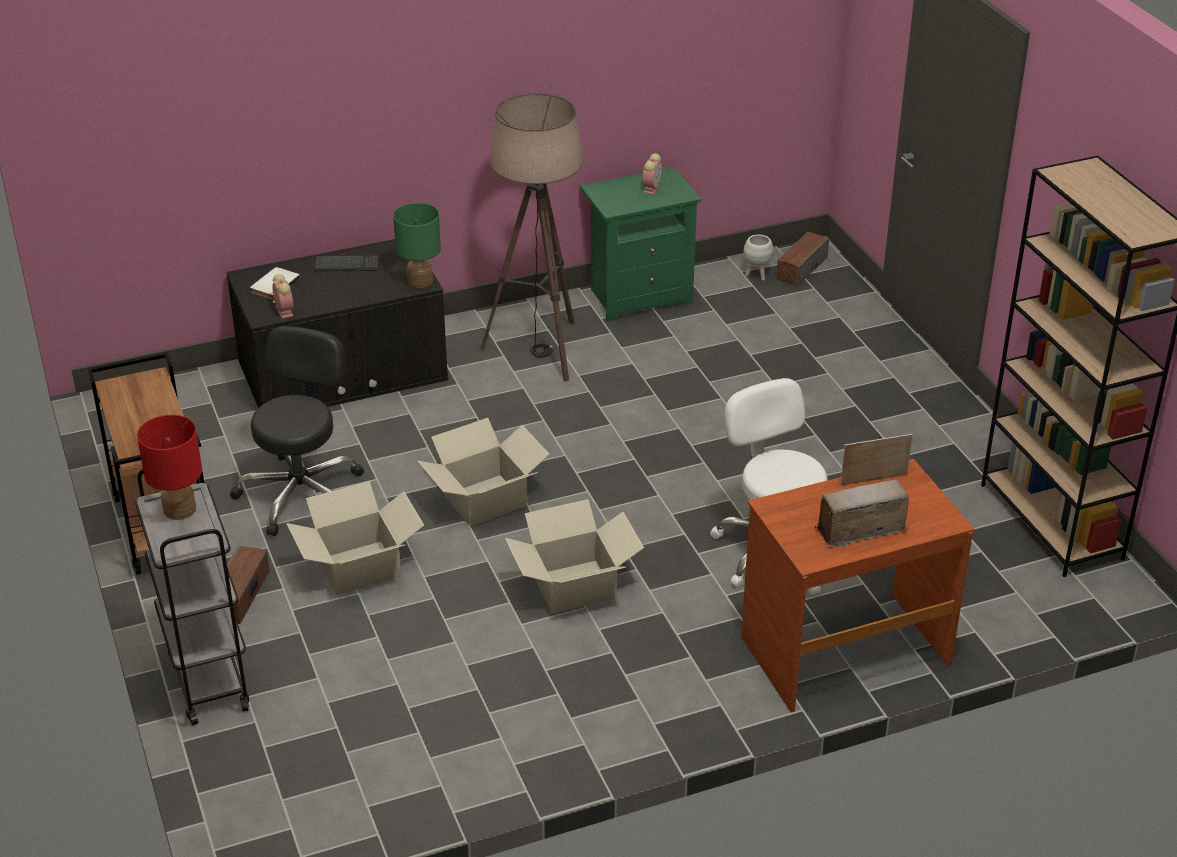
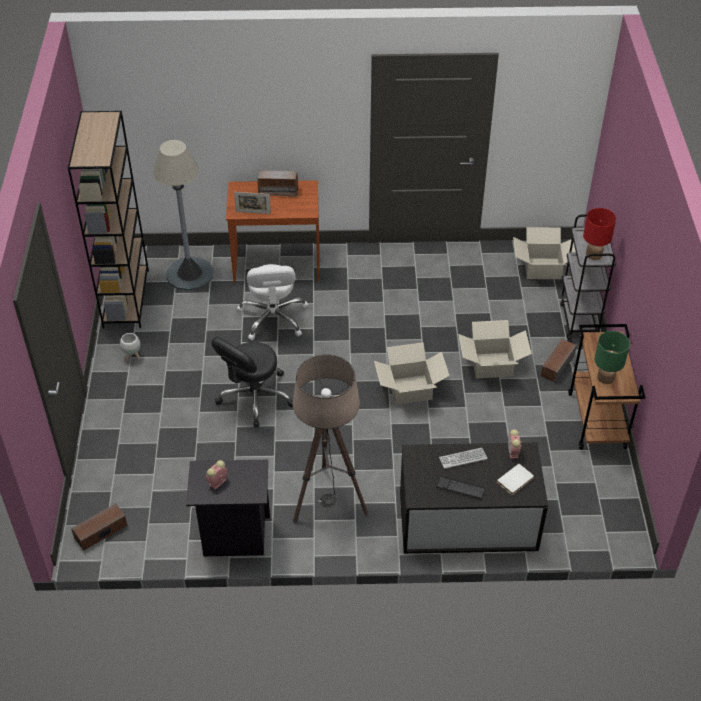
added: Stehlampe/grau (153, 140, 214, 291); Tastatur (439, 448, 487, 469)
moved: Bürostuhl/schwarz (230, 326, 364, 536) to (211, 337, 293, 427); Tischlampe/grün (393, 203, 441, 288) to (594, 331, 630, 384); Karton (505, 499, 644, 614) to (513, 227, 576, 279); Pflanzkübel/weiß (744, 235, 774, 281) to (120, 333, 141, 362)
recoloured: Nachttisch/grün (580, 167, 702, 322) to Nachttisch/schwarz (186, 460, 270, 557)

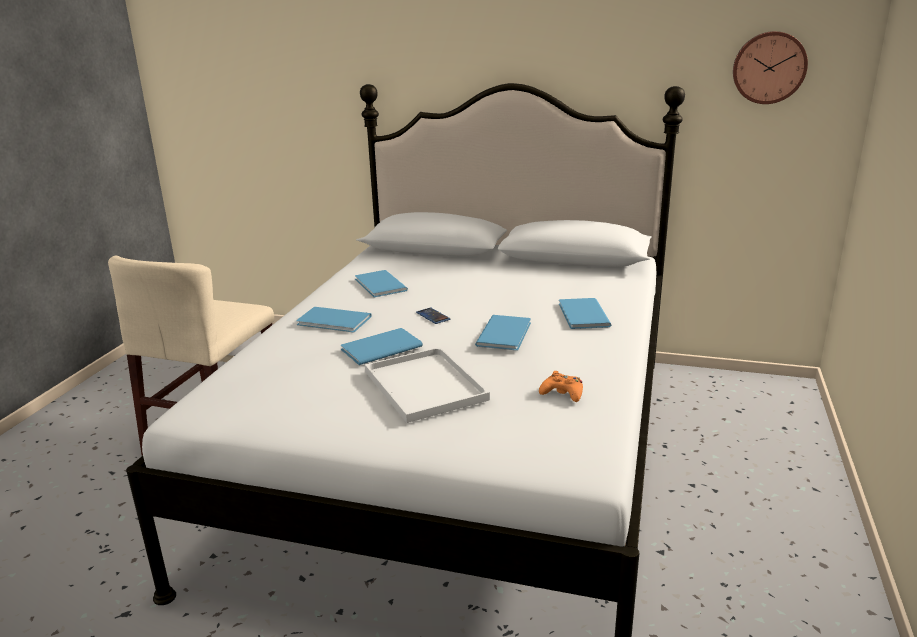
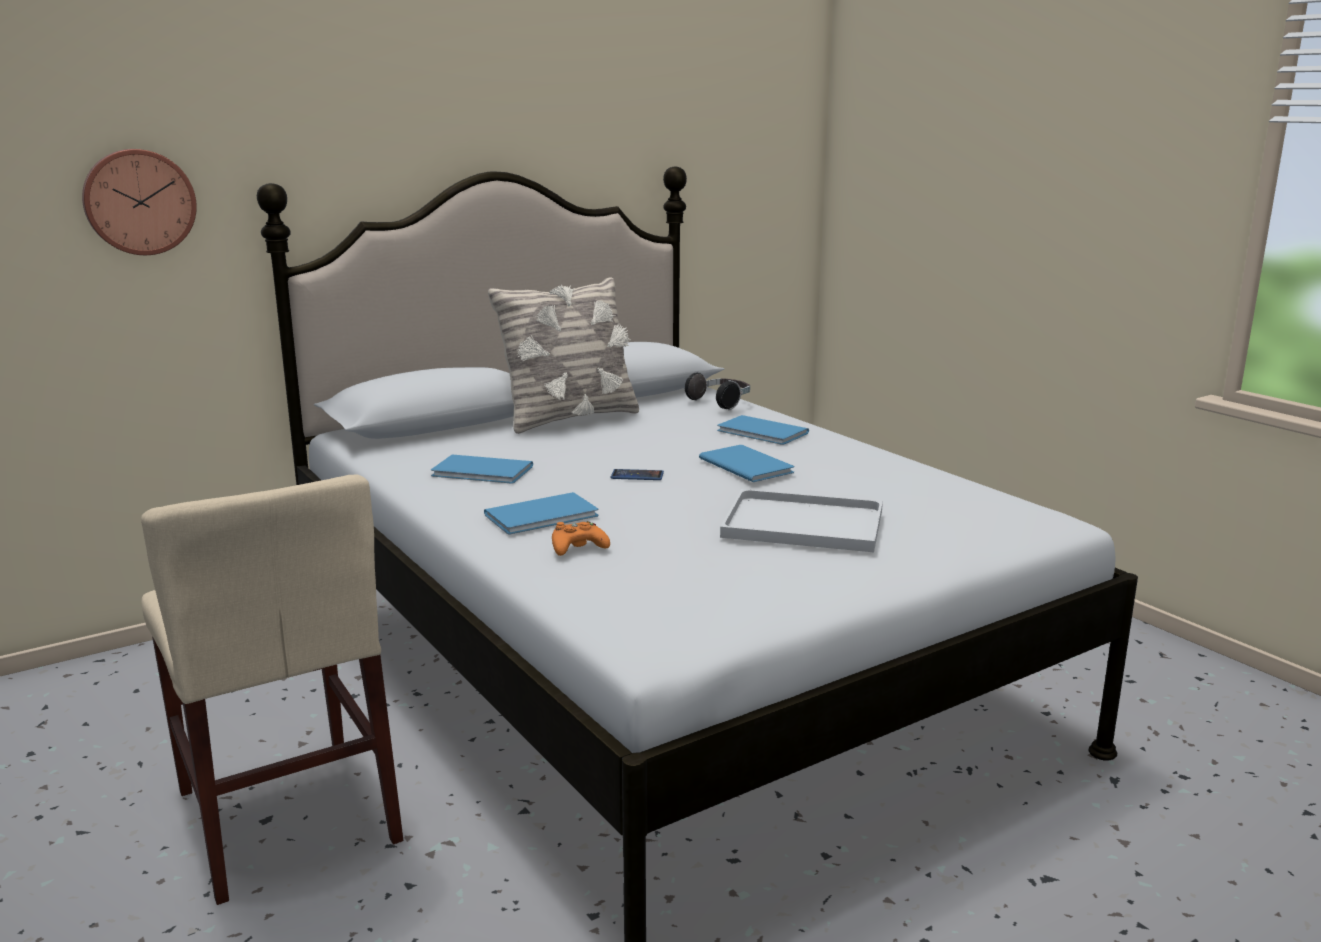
removed: Buch/blau (341, 328, 423, 365)
added: Kissen/beige (488, 277, 639, 434); Kopfhörer (685, 371, 750, 410)
moved: Gamepad/orange (539, 371, 583, 402) to (552, 521, 610, 556); Wanduhr (733, 31, 808, 104) to (82, 149, 197, 255)

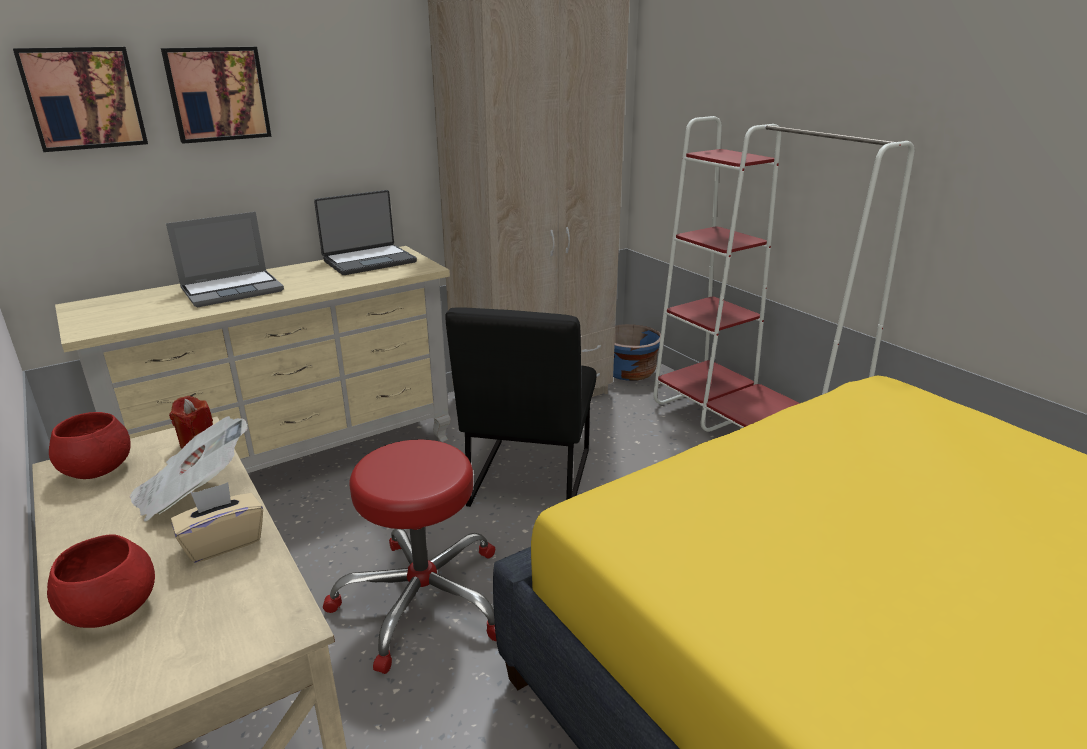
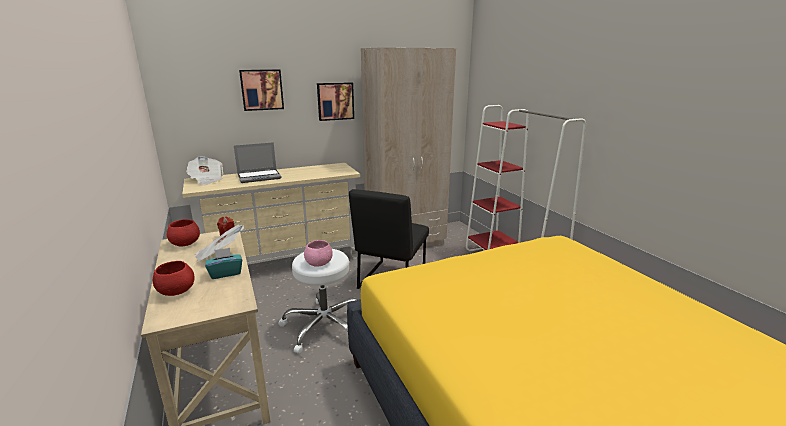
removed: Laptop (314, 190, 417, 275); Pflanzkübel/blau (613, 324, 661, 381)
added: Zeitung (186, 156, 223, 185); Schüssel/rosa (304, 240, 333, 266)
moved: Bild (13, 47, 148, 152) to (317, 82, 354, 121)
recoloured: Taschentuchbox/beige (171, 482, 263, 563) to Taschentuchbox/türkis (205, 248, 242, 279); Hocker/rot (323, 439, 496, 674) to Hocker/weiß (278, 249, 357, 354)

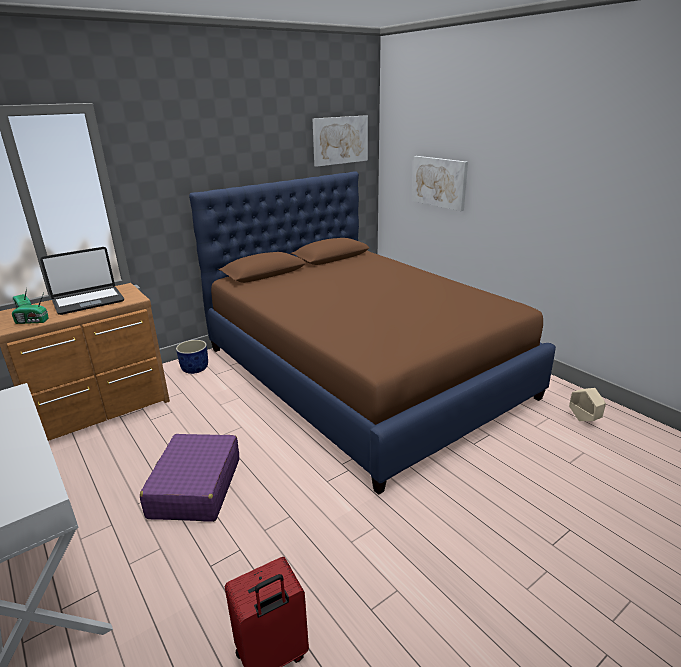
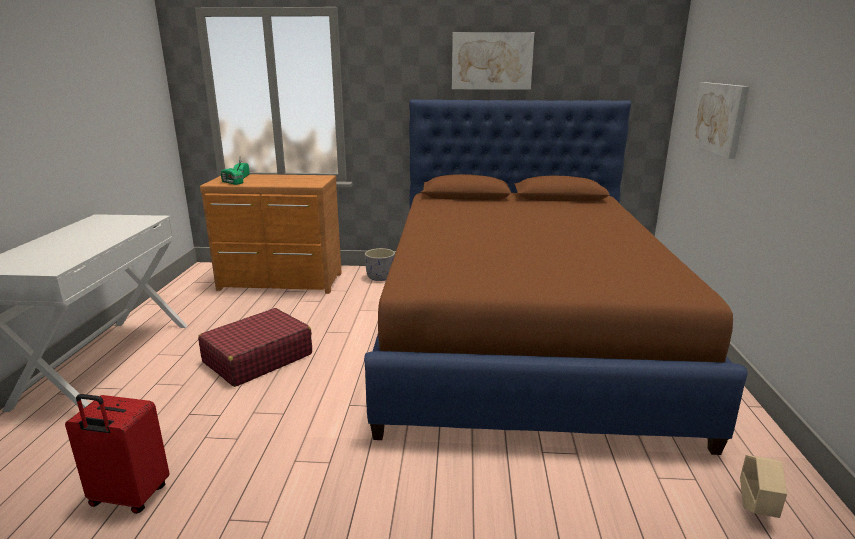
removed: Laptop (40, 247, 124, 315)
moved: Bild (312, 115, 368, 167) to (452, 32, 535, 90)
recoloured: Koffer/lila (140, 434, 239, 522) to Koffer/rot (198, 308, 312, 387); Pflanzkübel/blau (176, 340, 208, 374) to Pflanzkübel/grau (365, 248, 395, 281)

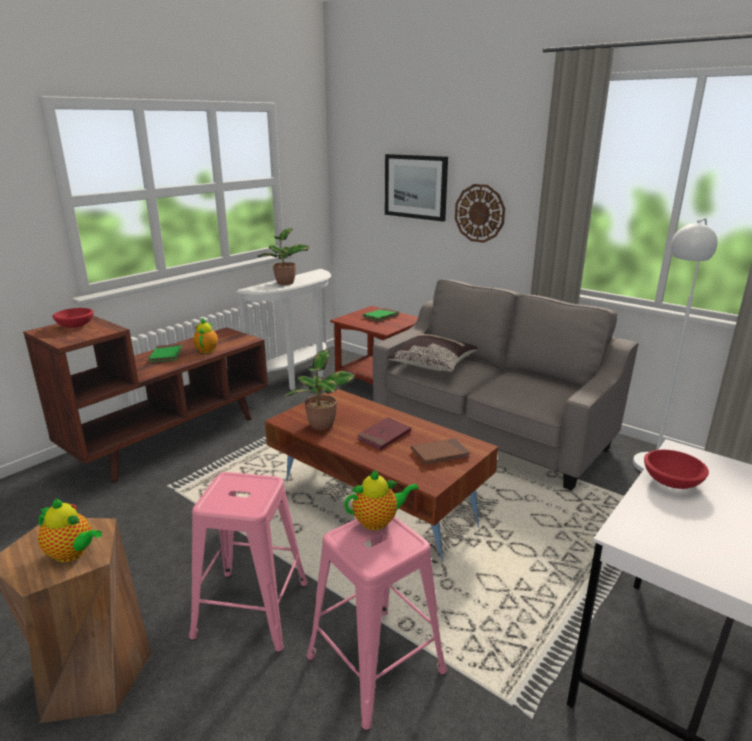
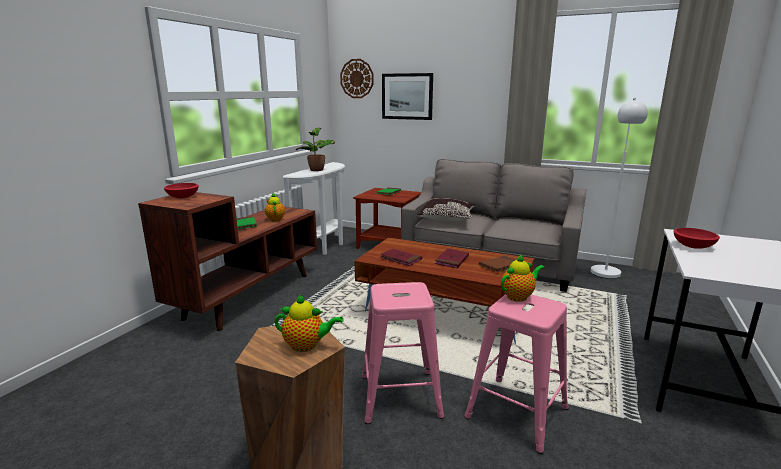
moved: Wanduhr (455, 184, 505, 243) to (340, 59, 374, 98)
replaced: Topfpflanze (284, 350, 355, 430) to Buch/rot (380, 249, 422, 266)

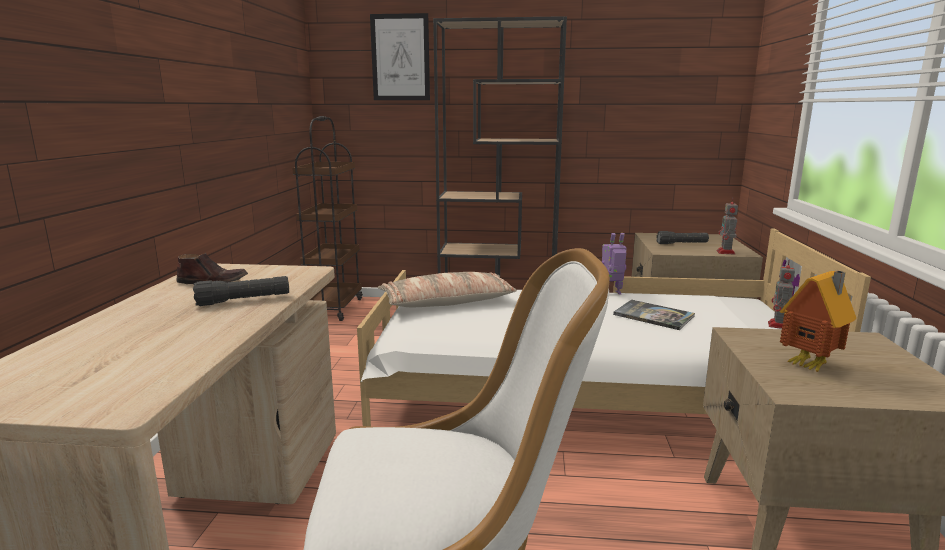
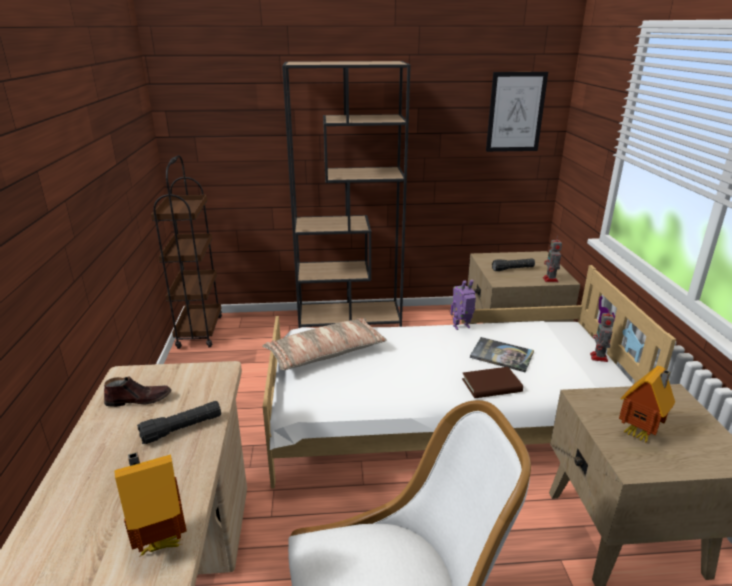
added: Spielzeughaus (115, 452, 187, 556); Buch/braun (462, 367, 523, 398)
moved: Bild (370, 13, 430, 100) to (486, 72, 548, 152)

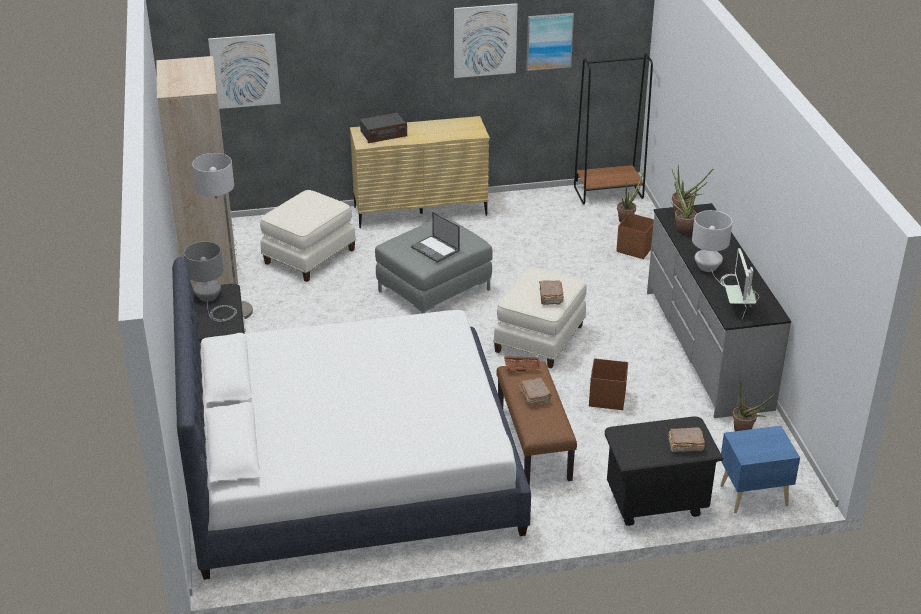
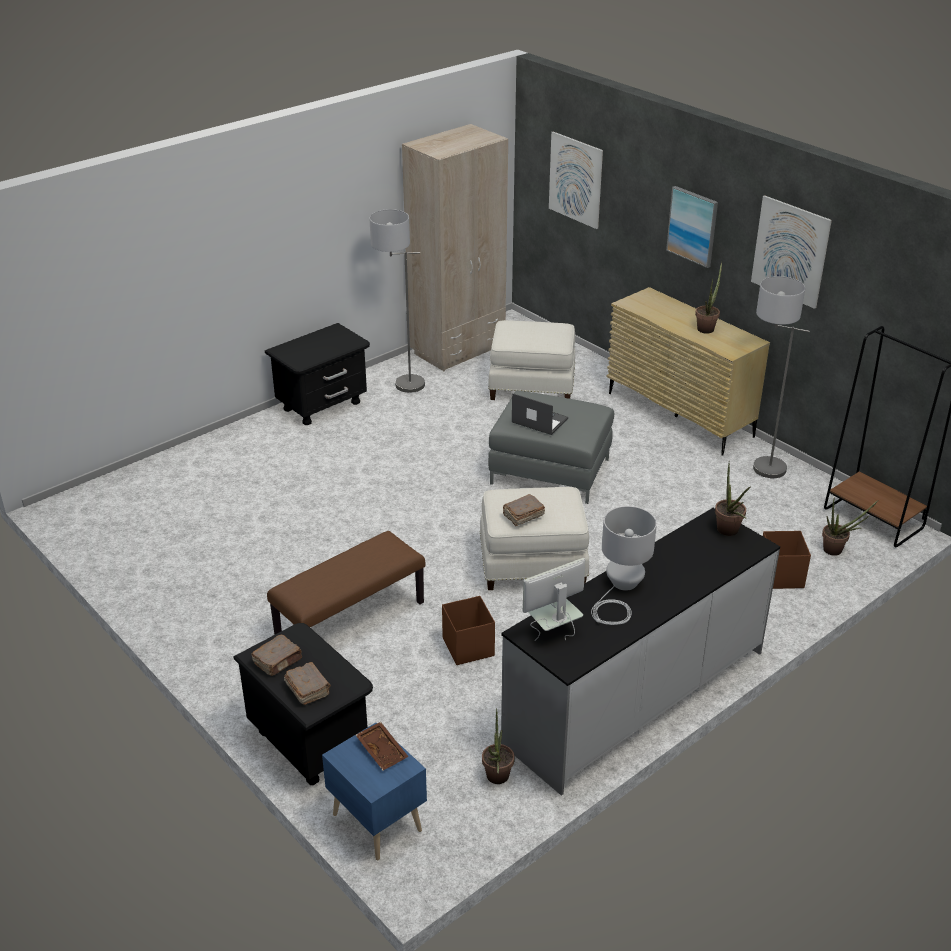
removed: Bett/weiß (172, 257, 531, 580); Tischlampe/grau (184, 241, 237, 322); Radio (360, 113, 407, 143)
added: Stehlampe/grau (753, 276, 810, 478)
moved: Tablett/braun (504, 356, 541, 371) to (356, 722, 409, 770); Buch/braun (519, 377, 552, 406) to (252, 635, 302, 676); Bild (526, 13, 574, 71) to (666, 186, 718, 268); Topfpflanze (671, 170, 698, 235) to (695, 262, 722, 334)
turned: Laptop (411, 212, 460, 263) = (512, 393, 568, 435) 105 degrees clockwise

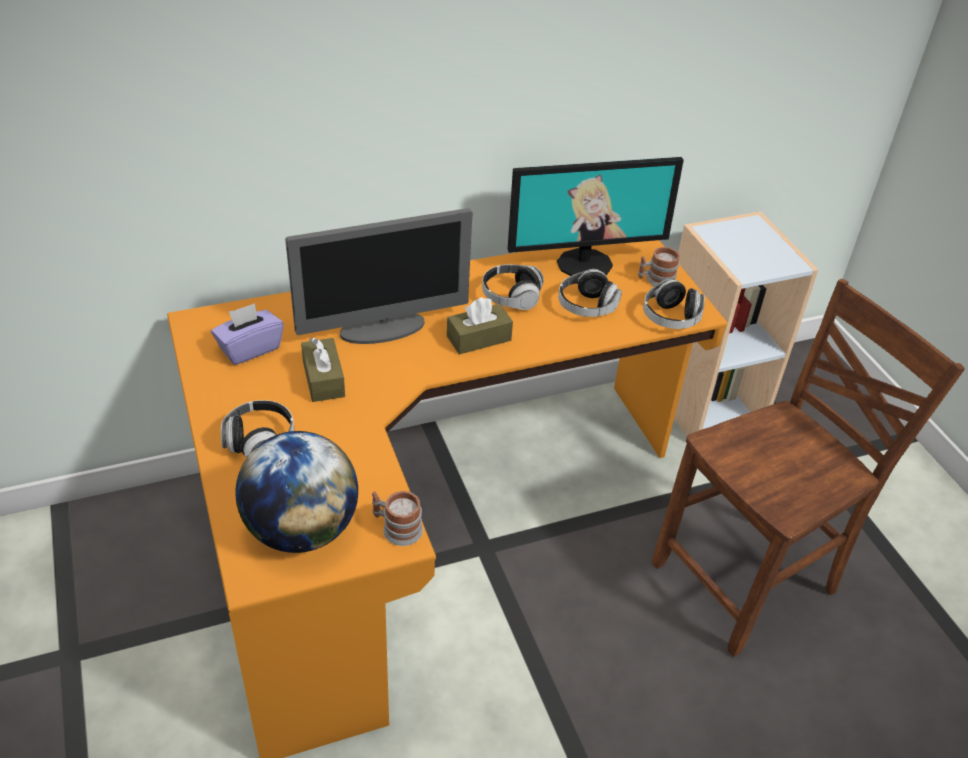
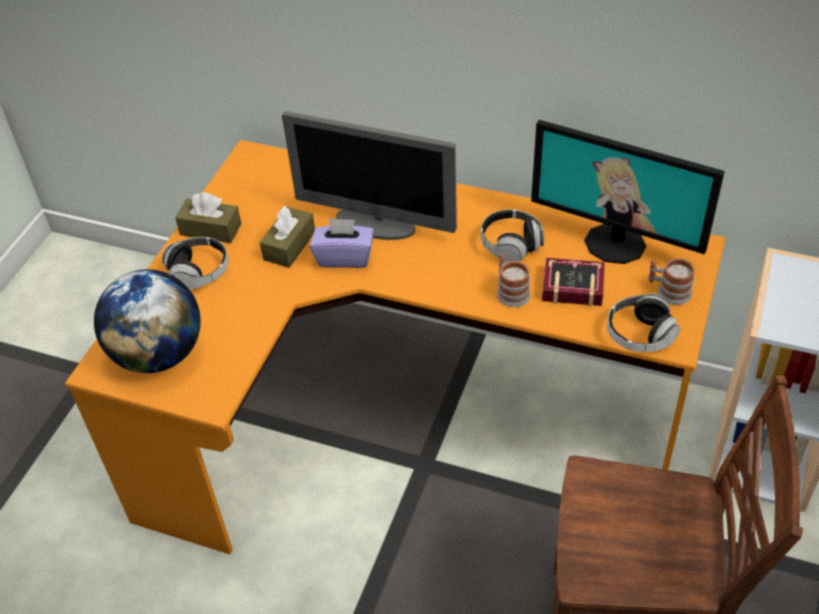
moved: Taschentuchbox/lila (211, 303, 284, 365) to (310, 218, 374, 268); Henkelbecher (372, 491, 423, 546) to (497, 253, 530, 307); Taschentuchbox/braun (447, 297, 513, 355) to (175, 192, 241, 243)
replaced: Kopfhörer (558, 269, 622, 317) to Buch (542, 258, 605, 307)

